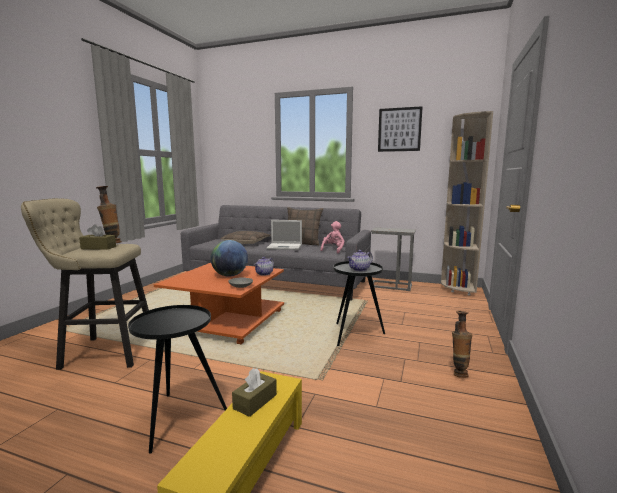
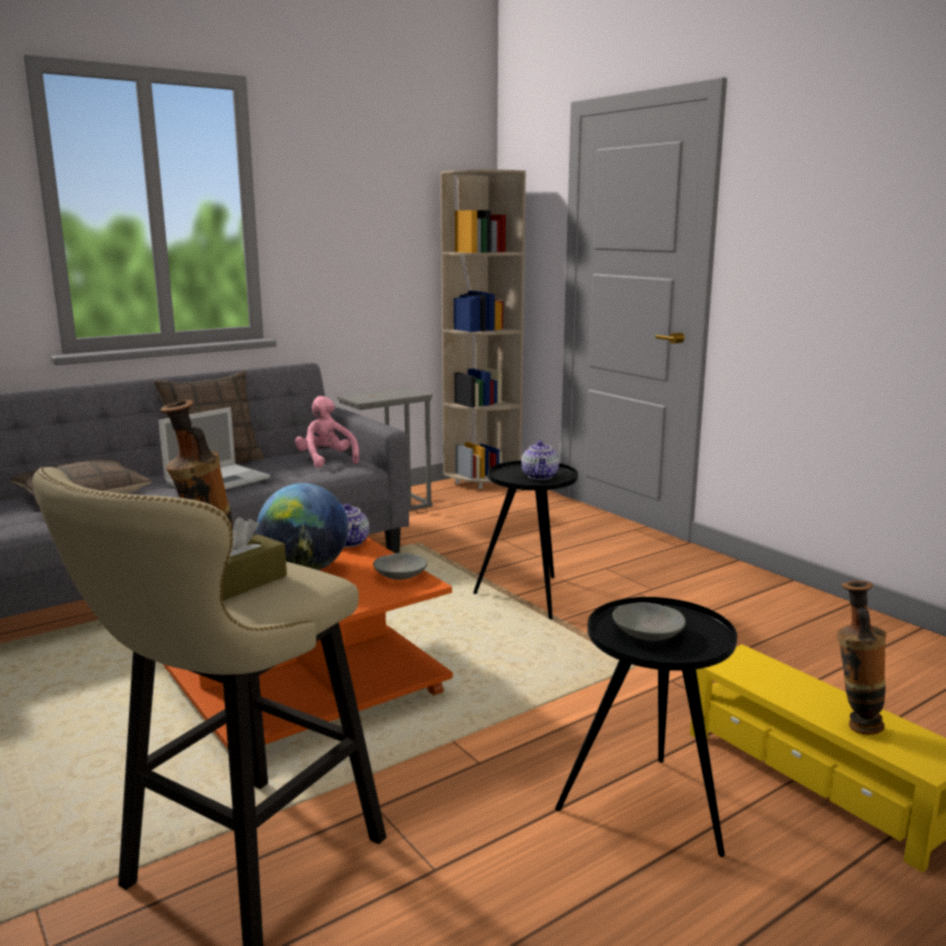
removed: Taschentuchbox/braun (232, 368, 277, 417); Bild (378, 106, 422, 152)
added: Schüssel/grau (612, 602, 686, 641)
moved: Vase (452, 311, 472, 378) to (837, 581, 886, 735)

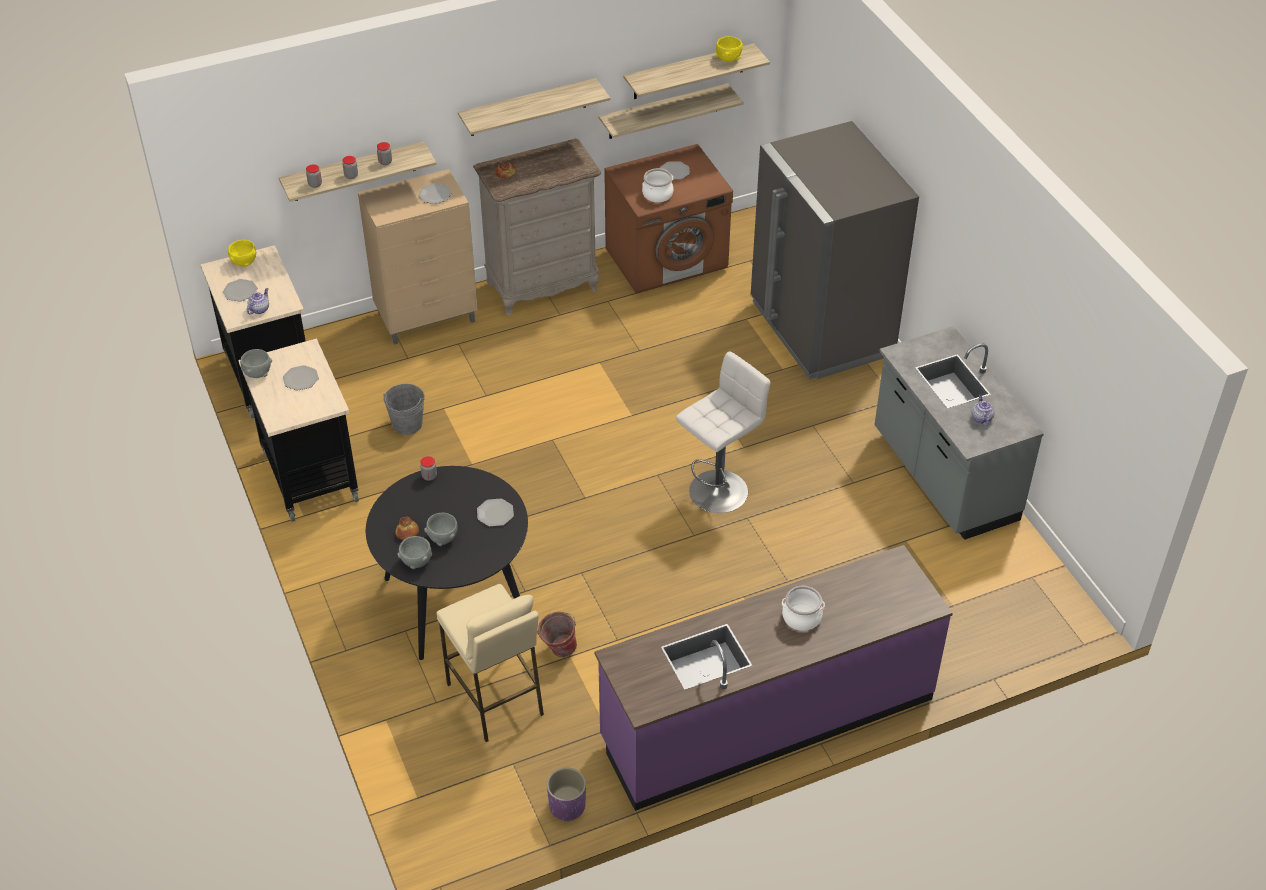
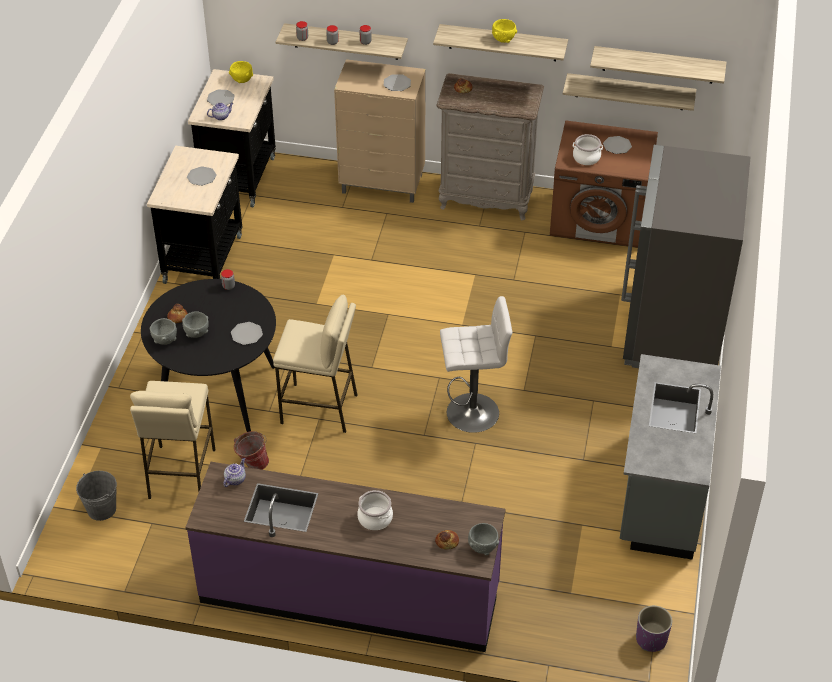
added: Hocker/beige (273, 295, 357, 433); Brot (435, 530, 459, 550)
moved: Schüssel/grau (240, 349, 272, 378) to (468, 523, 499, 555); Eimer/grau (383, 384, 425, 435) to (76, 471, 117, 521); Pflanzkübel/lila (547, 767, 586, 822) to (636, 606, 672, 652); Schüssel/gelb (716, 36, 743, 62) to (492, 19, 517, 43); Teekanne (972, 395, 995, 426) to (223, 458, 246, 487)

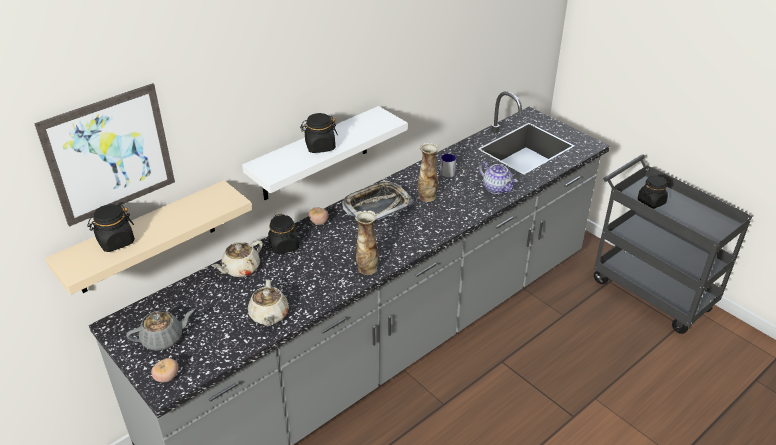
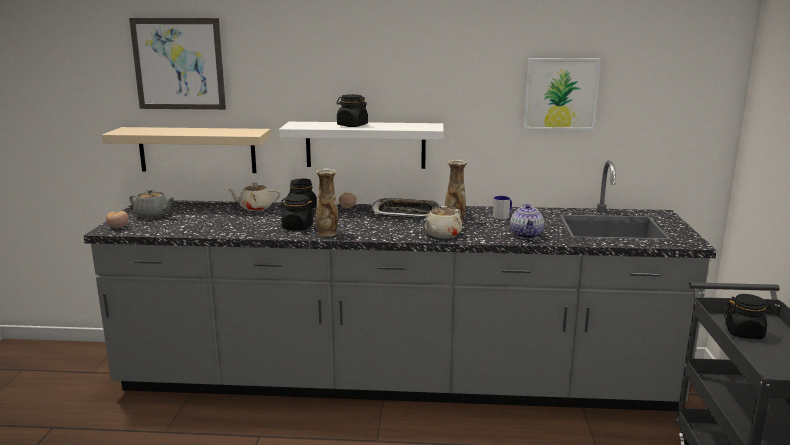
added: Bild (524, 58, 601, 130)
moved: Vorratsglas/schwarz (87, 204, 135, 252) to (279, 195, 315, 230); Teekanne/beige (248, 280, 289, 326) to (424, 206, 462, 238)

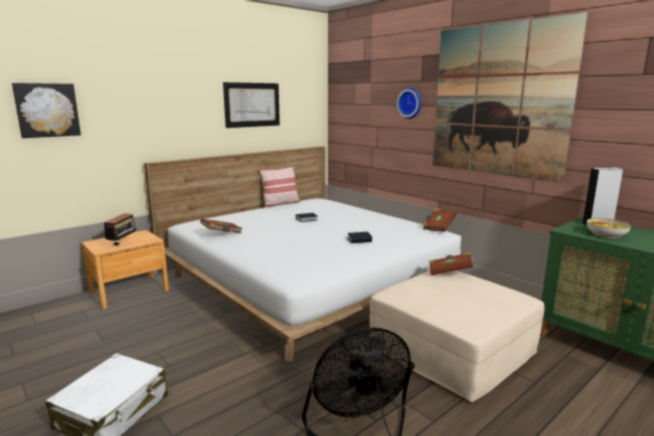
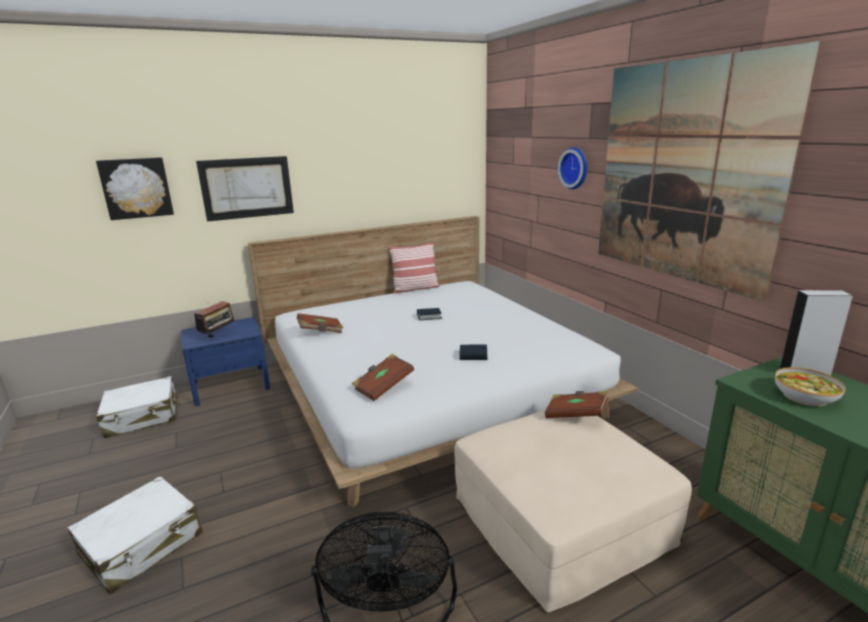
added: Koffer/weiß (96, 376, 180, 438)
moved: Bild (223, 82, 280, 128) to (196, 156, 294, 222); Buch/braun (423, 208, 457, 232) to (352, 354, 414, 401)
recoloured: Nachttisch/braun (82, 230, 169, 309) to Nachttisch/blau (181, 317, 270, 406)

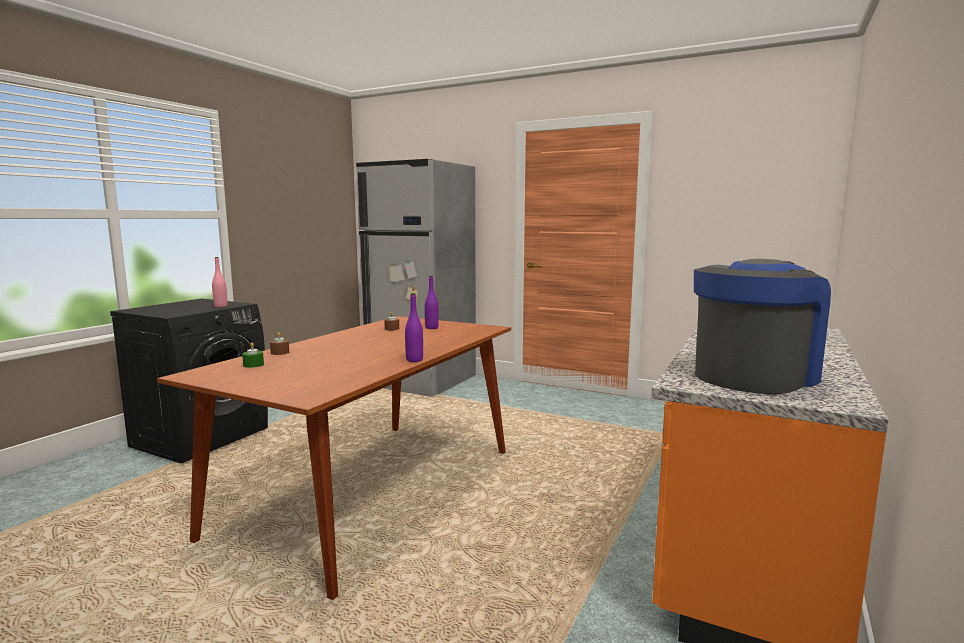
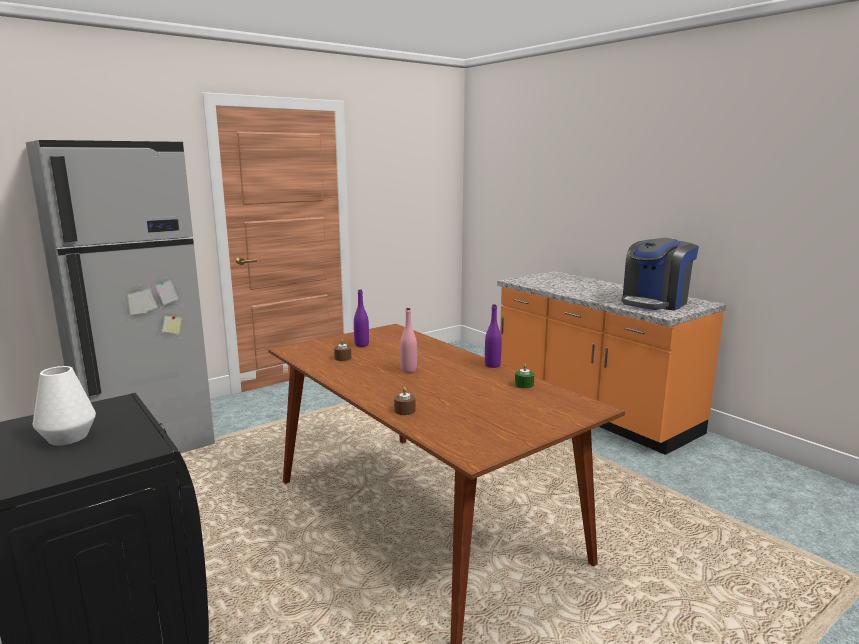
added: Vase/weiß (33, 366, 96, 445)
moved: Flasche/rosa (212, 257, 228, 307) to (400, 308, 417, 373); Kerze/grün (242, 343, 264, 368) to (515, 364, 534, 389)
turned: Kaffeemaschine (694, 259, 831, 394) = (621, 238, 699, 310) 120 degrees counterclockwise

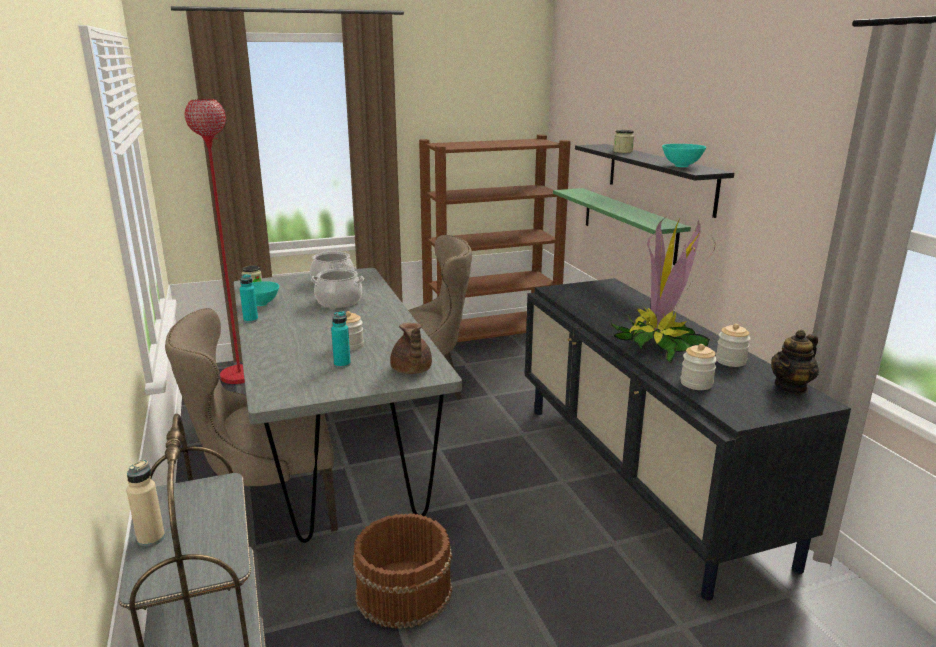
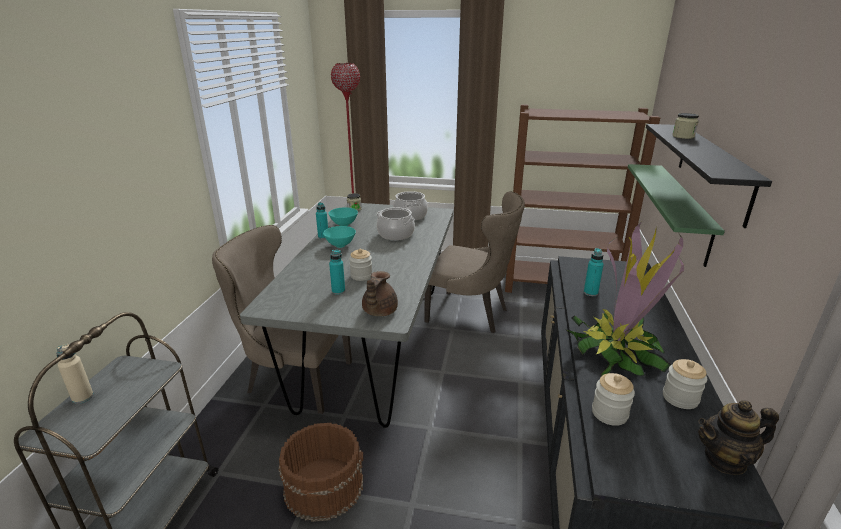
added: Flasche/türkis (584, 248, 604, 296)
moved: Schüssel/türkis (662, 144, 706, 167) to (323, 226, 356, 248)

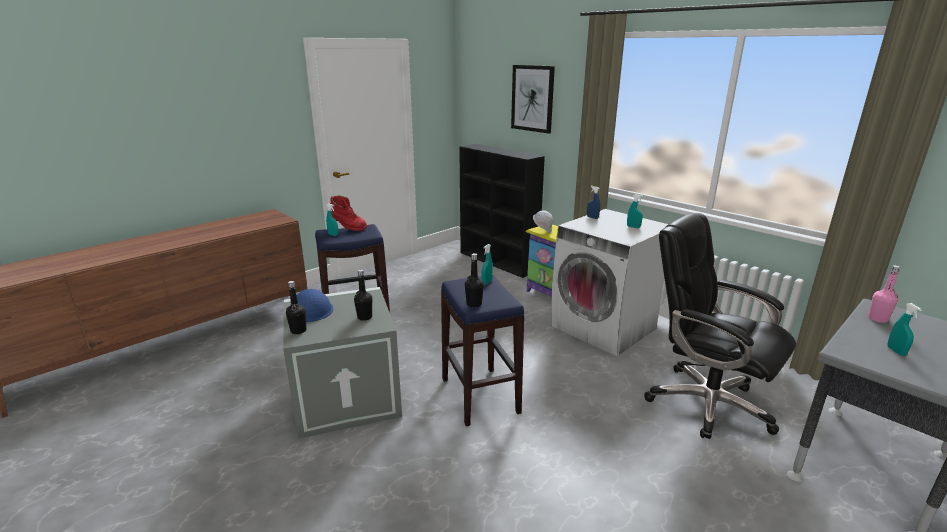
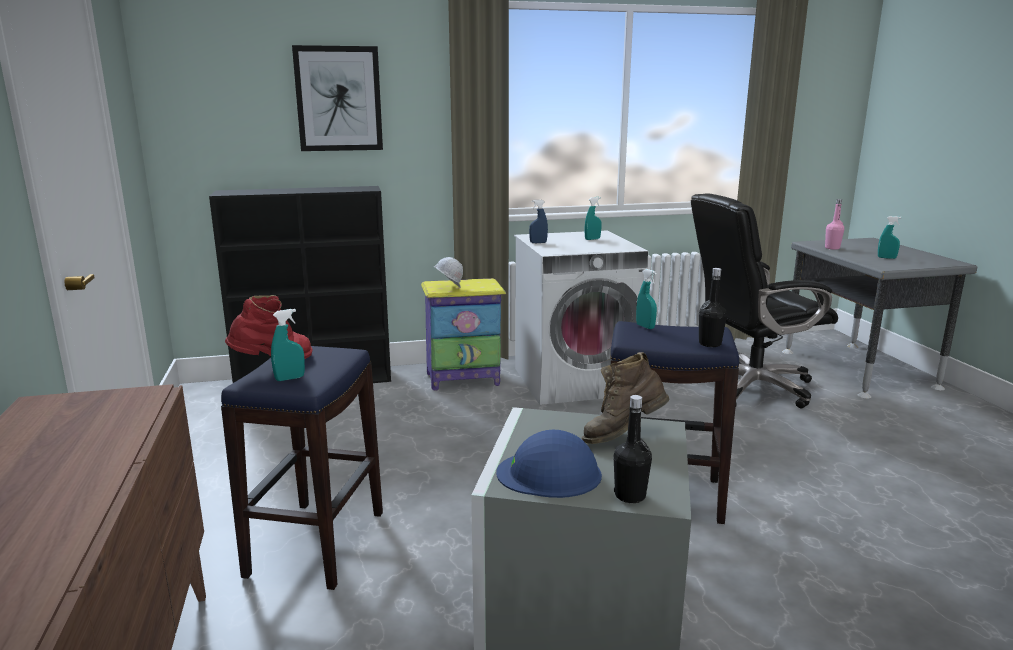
replaced: Flasche/schwarz (354, 269, 372, 321) to Stiefel/braun (582, 352, 669, 444)

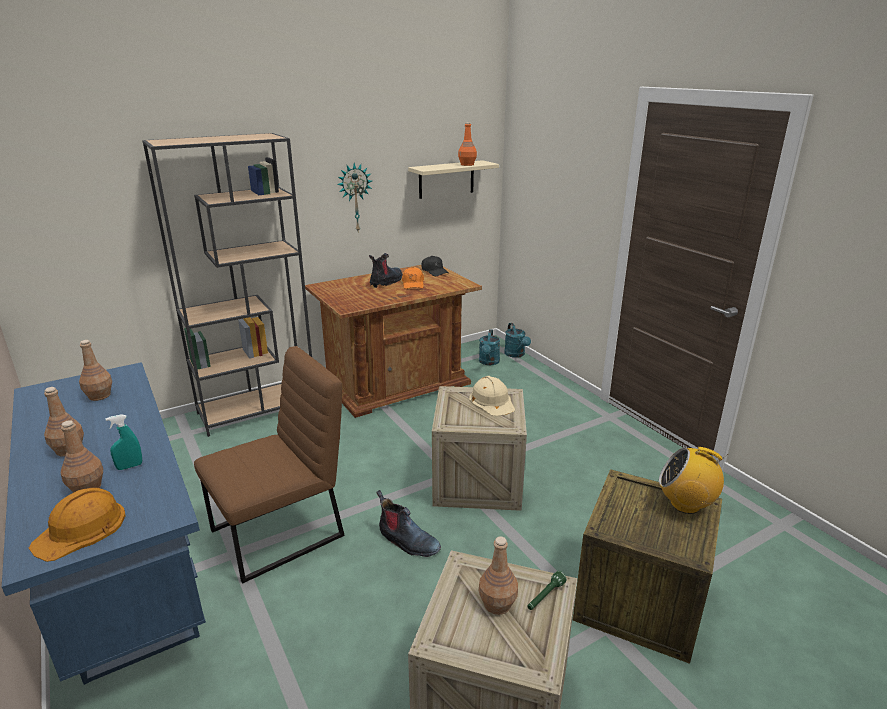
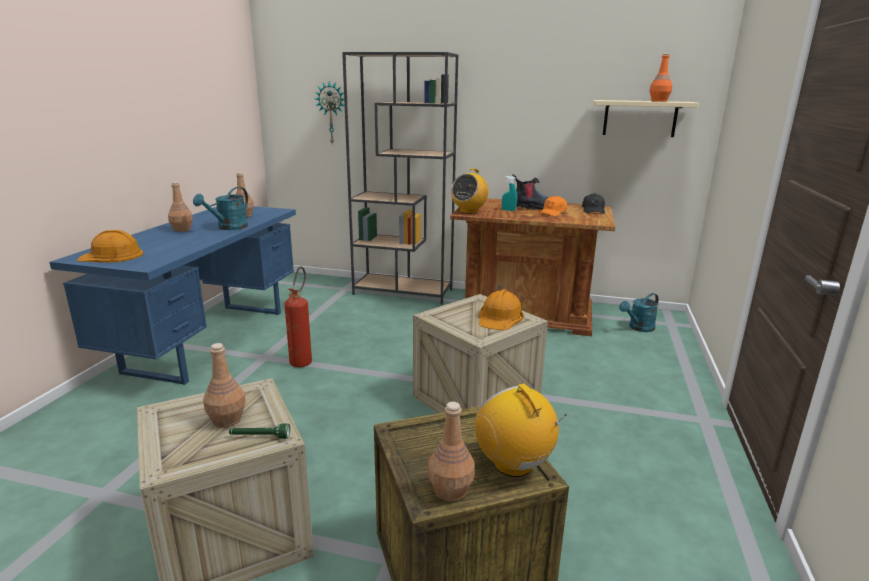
removed: Stiefel (376, 490, 441, 557)
added: Radio (451, 168, 488, 214)
moved: Flasche/braun (61, 420, 103, 493) to (428, 402, 475, 501); Sprühflasche/türkis (105, 414, 142, 470) to (502, 176, 517, 211); Wanduhr (337, 163, 372, 231) to (315, 81, 344, 144); Gießkanne/türkis (504, 323, 531, 358) to (193, 187, 248, 230)
replaced: Stuhl/braun (194, 346, 345, 584) to Feuerlöscher (284, 266, 312, 367)
recoloured: Schutzhelm/beige (469, 376, 515, 416) to Schutzhelm/orange (479, 289, 524, 330)

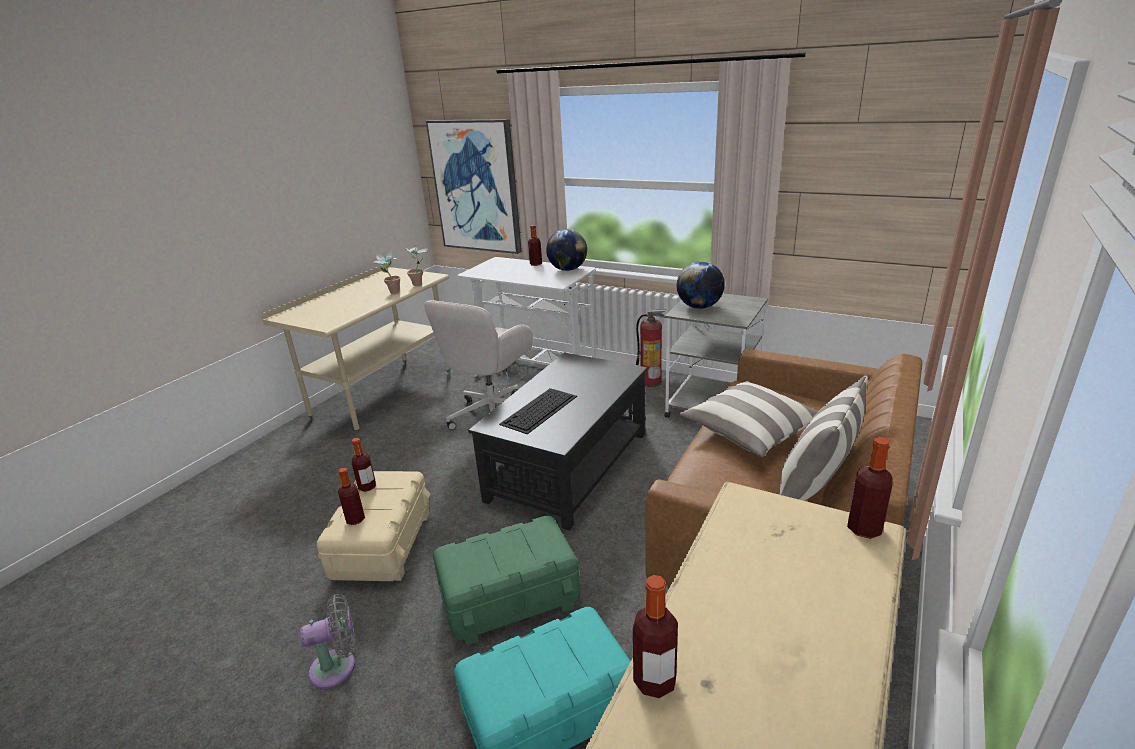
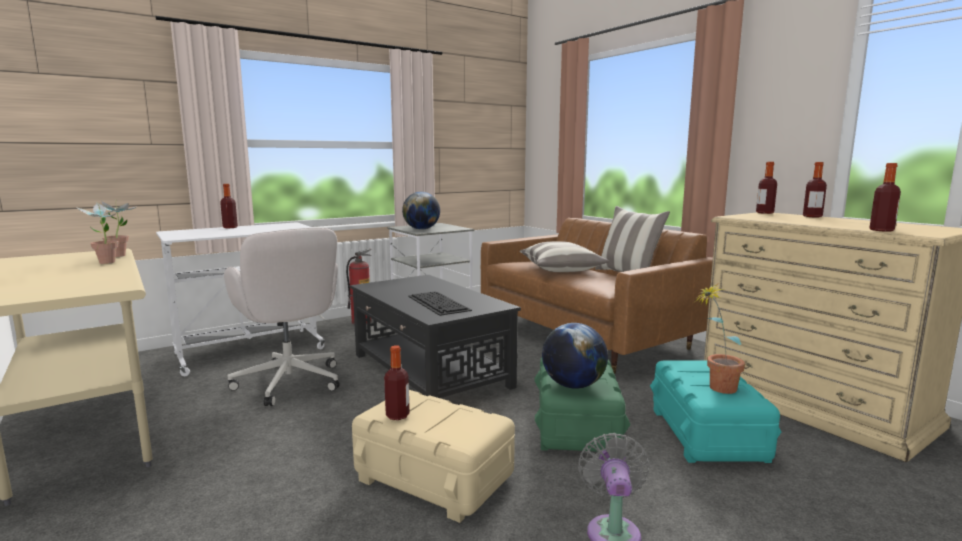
removed: Bild (426, 119, 522, 254)
added: Topfpflanze (695, 283, 745, 394)
moved: Flasche (338, 468, 365, 525) to (803, 162, 827, 217); Globus (546, 229, 587, 271) to (542, 323, 608, 389)

